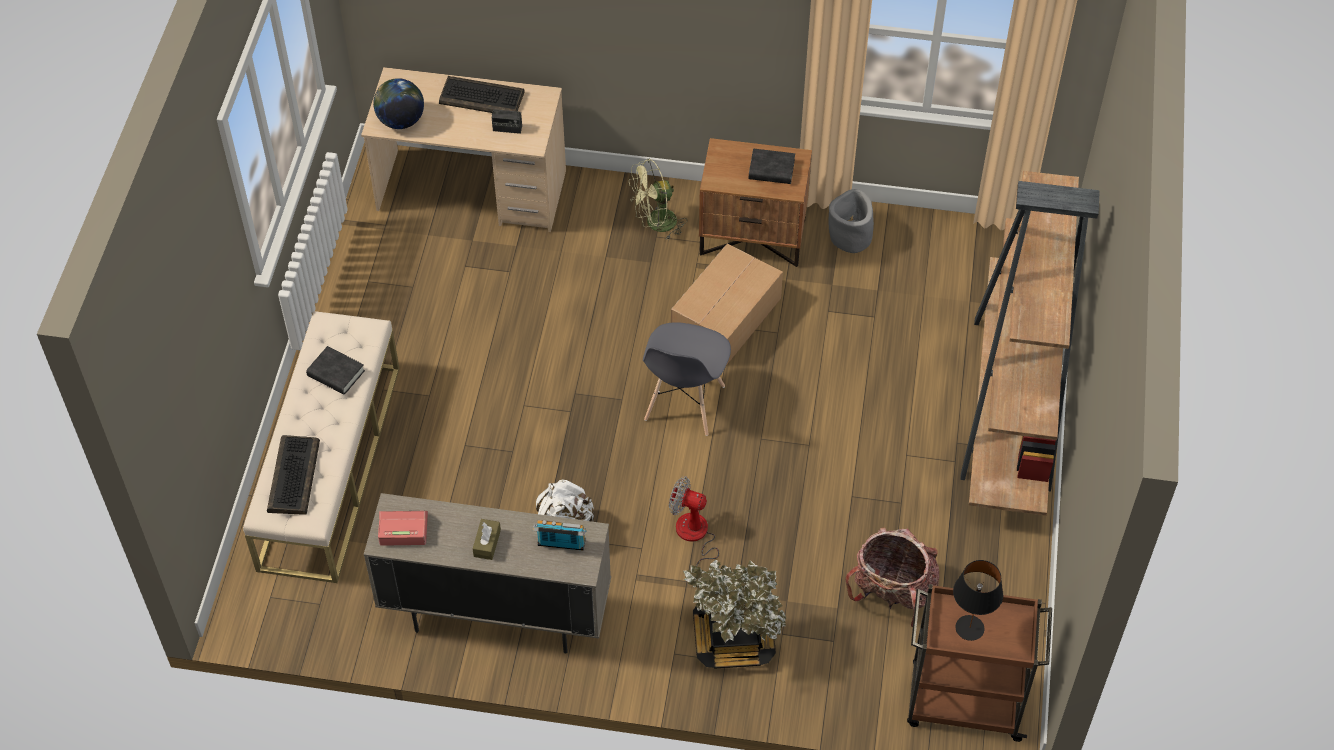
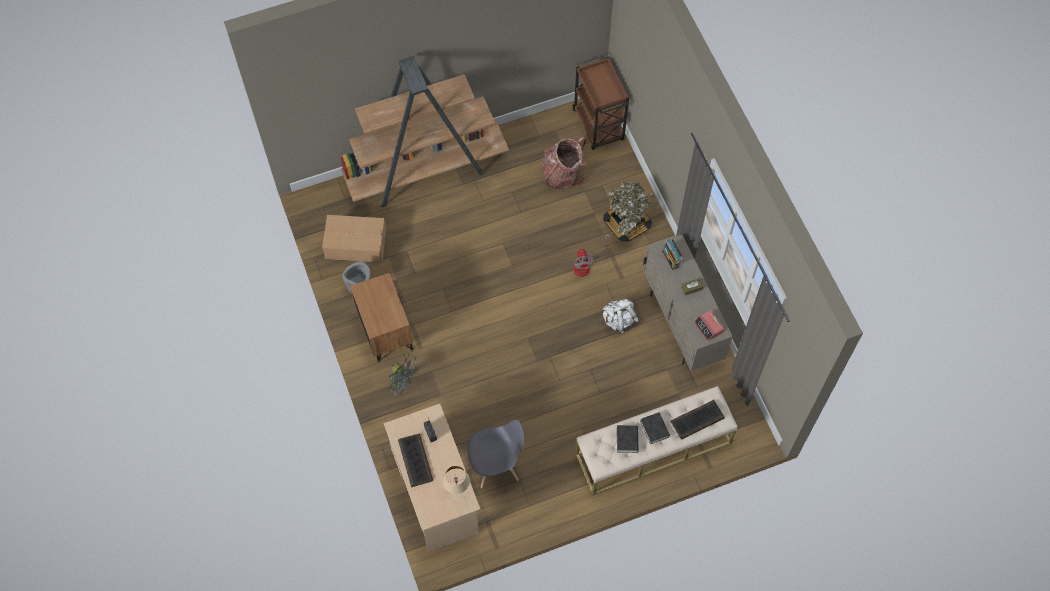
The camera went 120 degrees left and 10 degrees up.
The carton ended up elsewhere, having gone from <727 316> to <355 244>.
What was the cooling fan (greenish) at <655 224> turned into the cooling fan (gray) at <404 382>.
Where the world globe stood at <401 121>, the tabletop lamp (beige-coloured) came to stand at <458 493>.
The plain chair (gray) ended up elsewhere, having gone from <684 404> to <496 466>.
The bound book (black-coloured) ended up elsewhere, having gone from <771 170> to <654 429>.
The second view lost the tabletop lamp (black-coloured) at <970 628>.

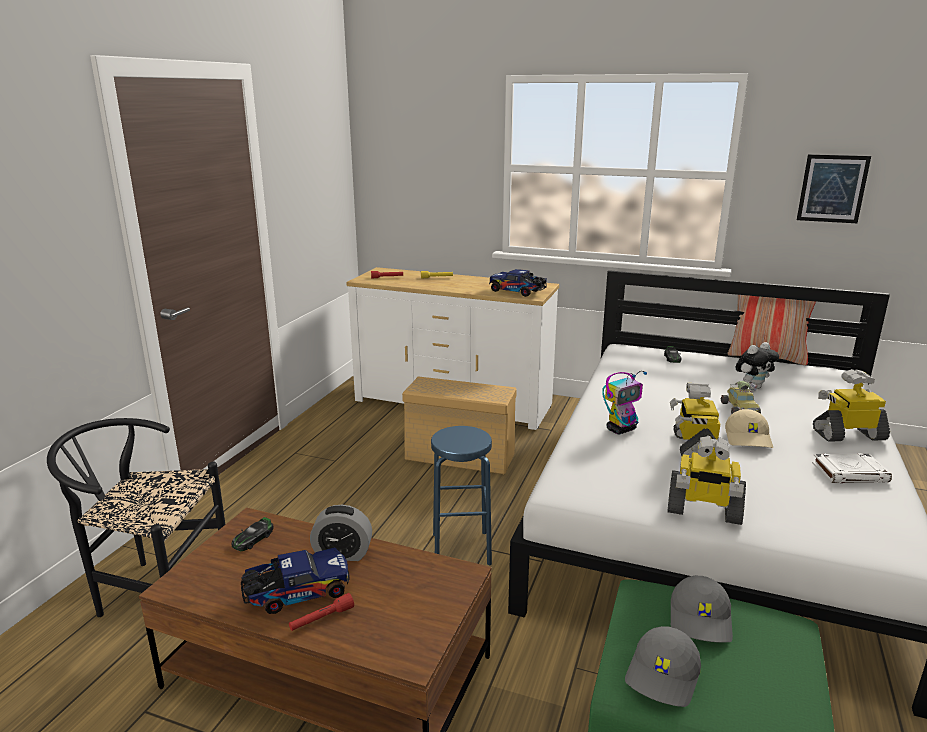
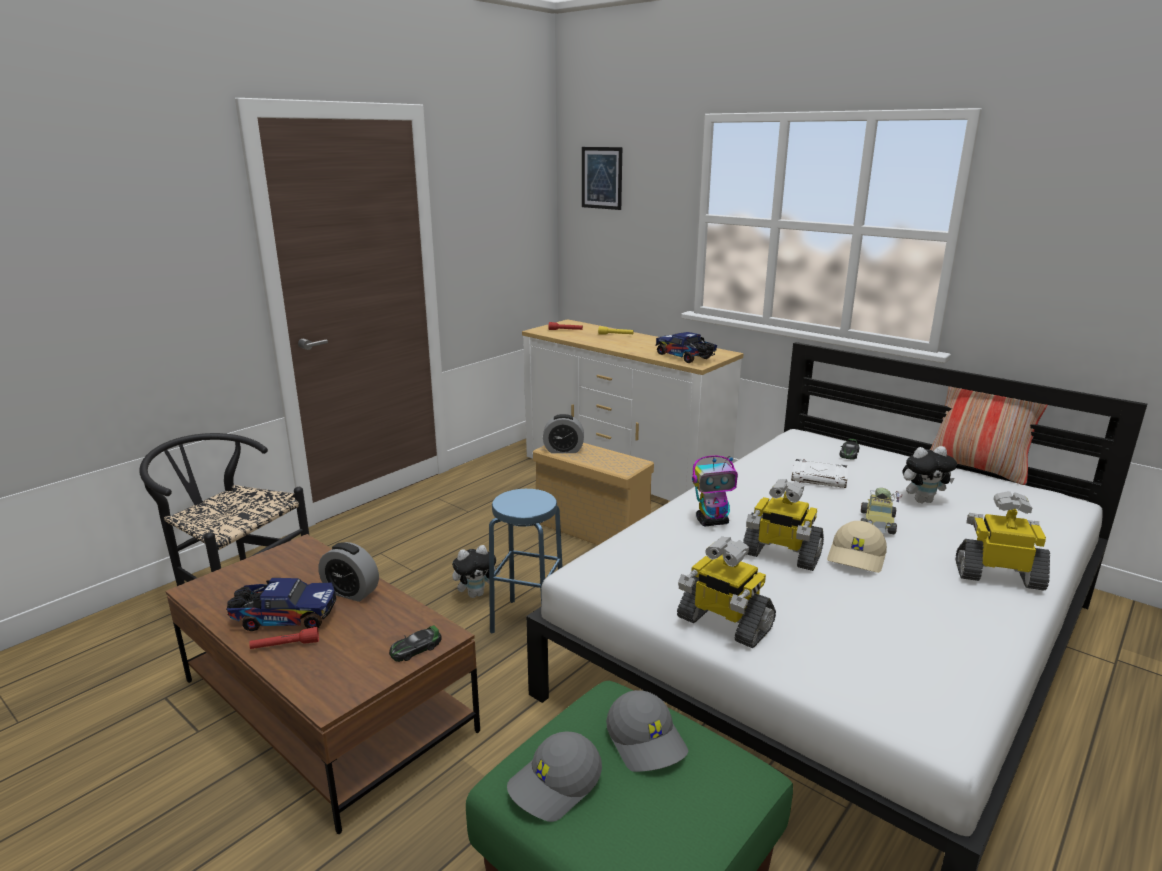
The camera went 20 degrees right and 0 degrees up.
The toy car ended up elsewhere, having gone from <253 539> to <416 648>.
The second view gained the soft toy at <476 594>.
The second view gained the bedside clock at <563 450>.
The wall art ended up elsewhere, having gone from <832 188> to <601 178>.
The cap (gray) at <701 620> ended up facing another way, 60 degrees counterclockwise from before.
The toy robot at <694 447> ended up facing another way, 90 degrees counterclockwise from before.
The bound book (whitish) ended up elsewhere, having gone from <850 473> to <819 478>.

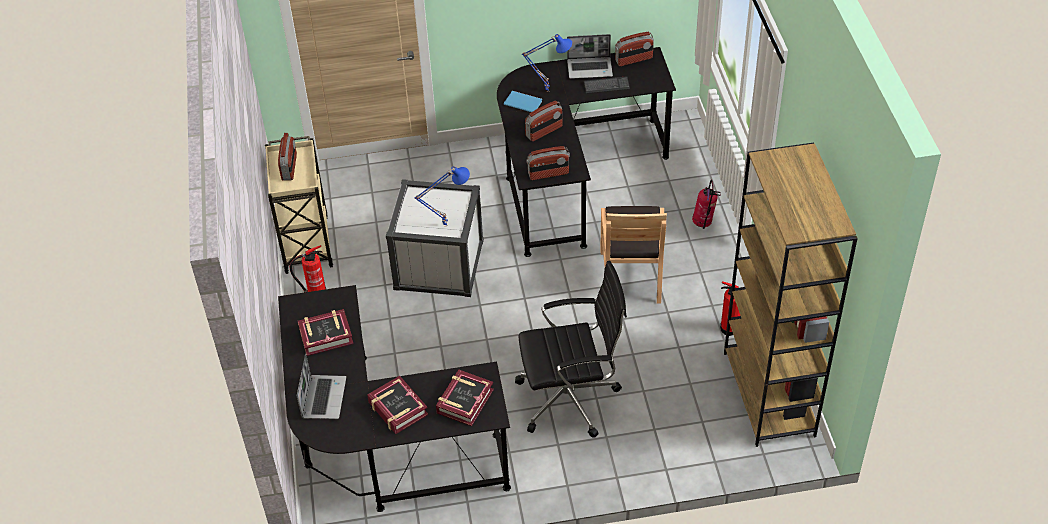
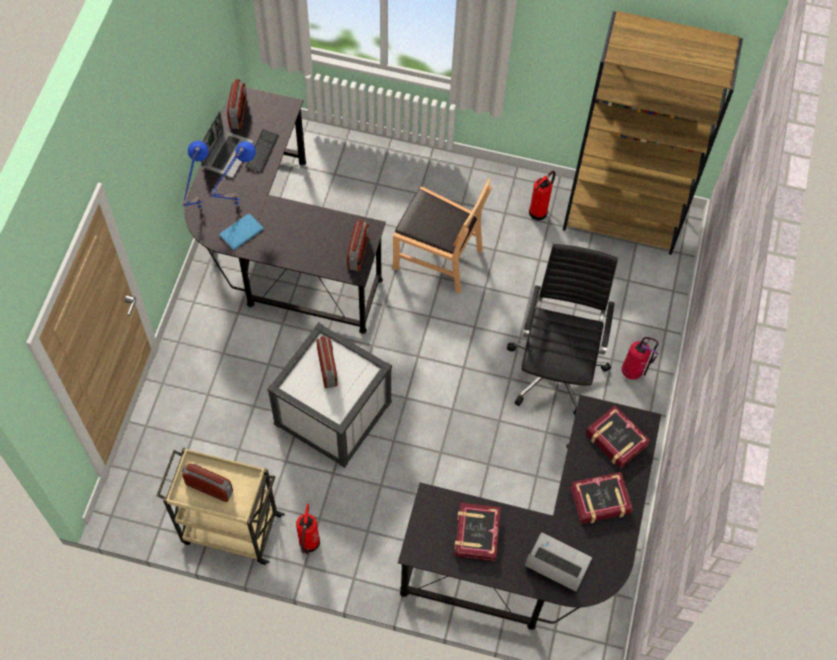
The camera went 70 degrees left and 15 degrees up.
The tabletop lamp (blue) ended up elsewhere, having gone from <445 225> to <199 207>.
The radio receiver ended up elsewhere, having gone from <544 131> to <328 368>.
The fire extinguisher ended up elsewhere, having gone from <703 224> to <633 371>.

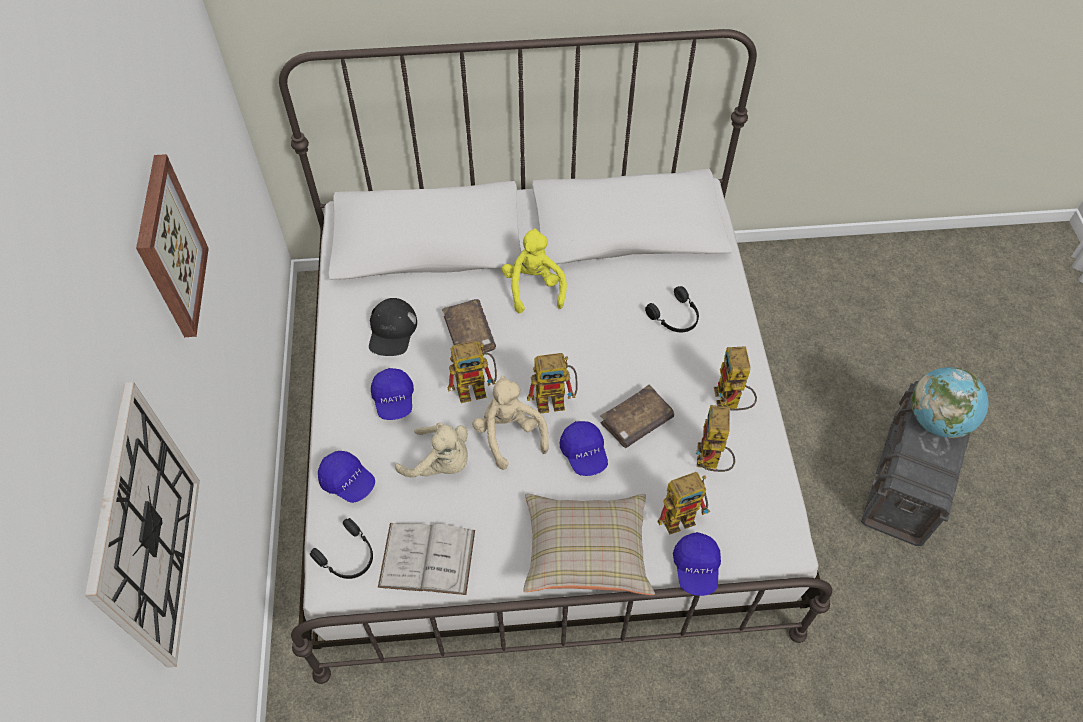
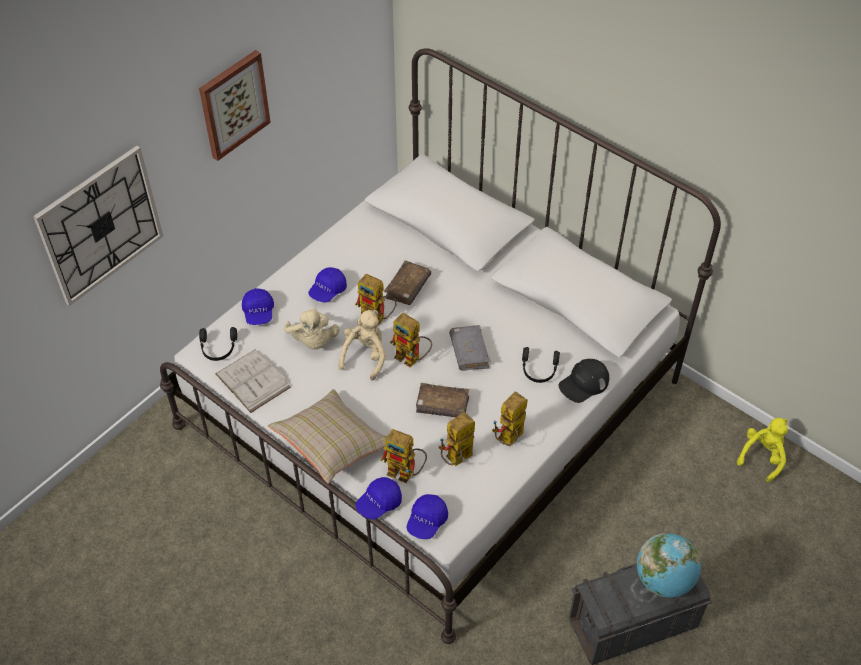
The camera went 45 degrees right and 5 degrees down.
The cap (blue) ended up elsewhere, having gone from <584 453> to <427 521>.
The second view gained the bound book (gray) at <469 352>.
The cap (black-coloured) ended up elsewhere, having gone from <392 331> to <584 383>.
The soft toy (yellowish) ended up elsewhere, having gone from <534 287> to <762 456>.

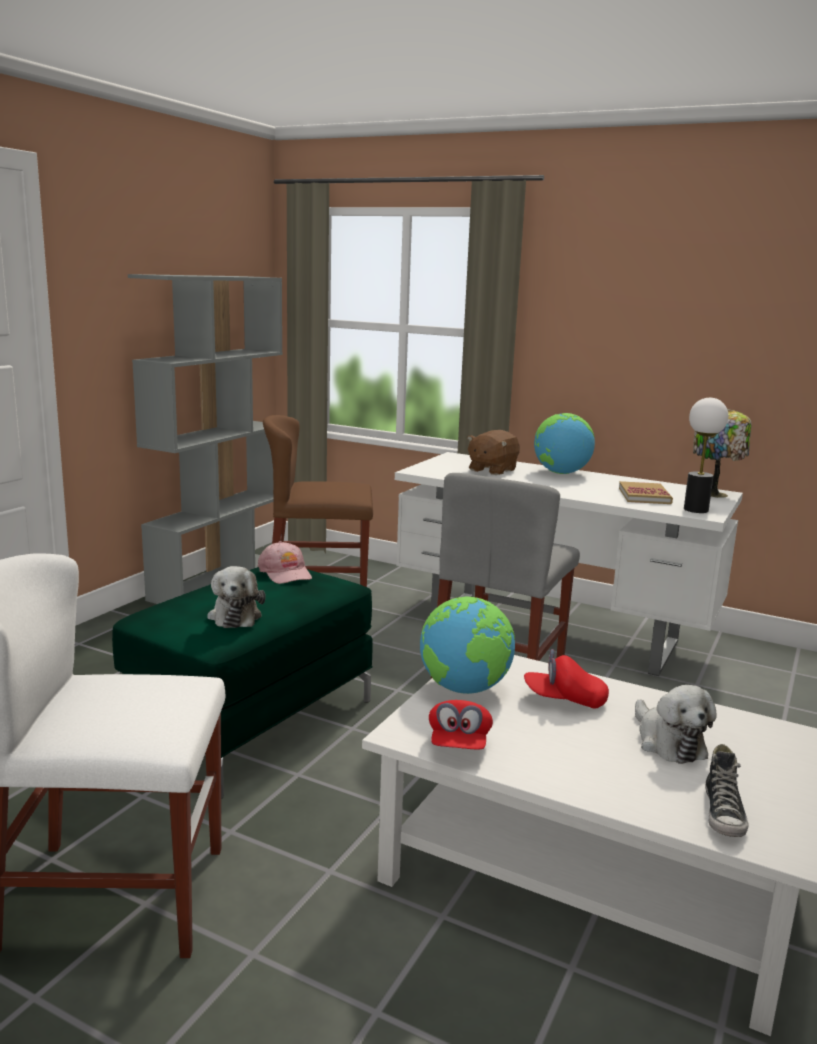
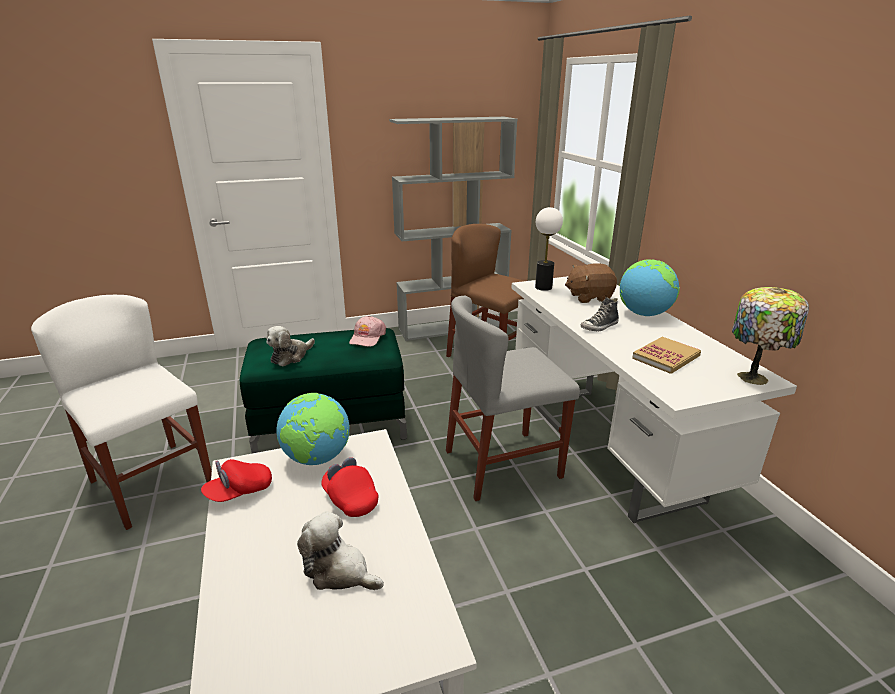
The camera went 45 degrees right and 10 degrees up.
The soft toy at <668 742> ended up facing another way, 90 degrees clockwise from before.
The tabletop lamp ended up elsewhere, having gone from <695 510> to <543 287>.
The shoe ended up elsewhere, having gone from <723 814> to <599 327>.

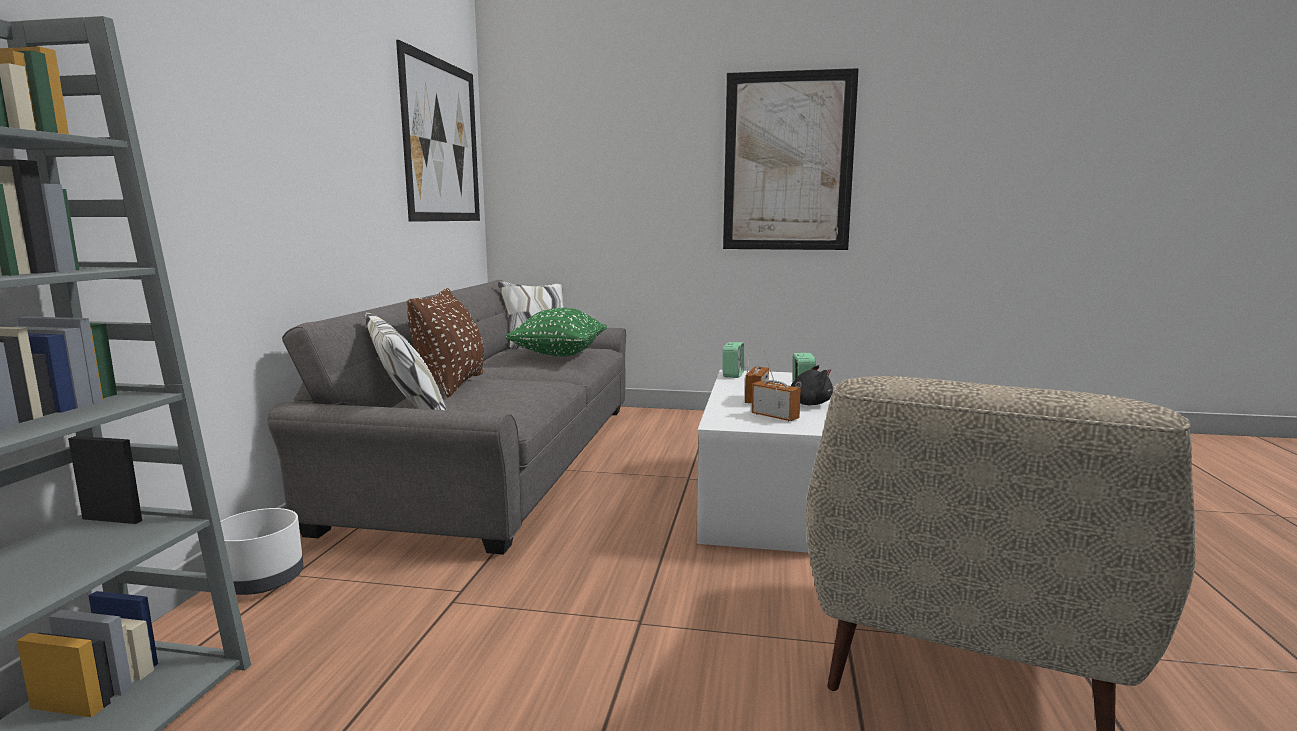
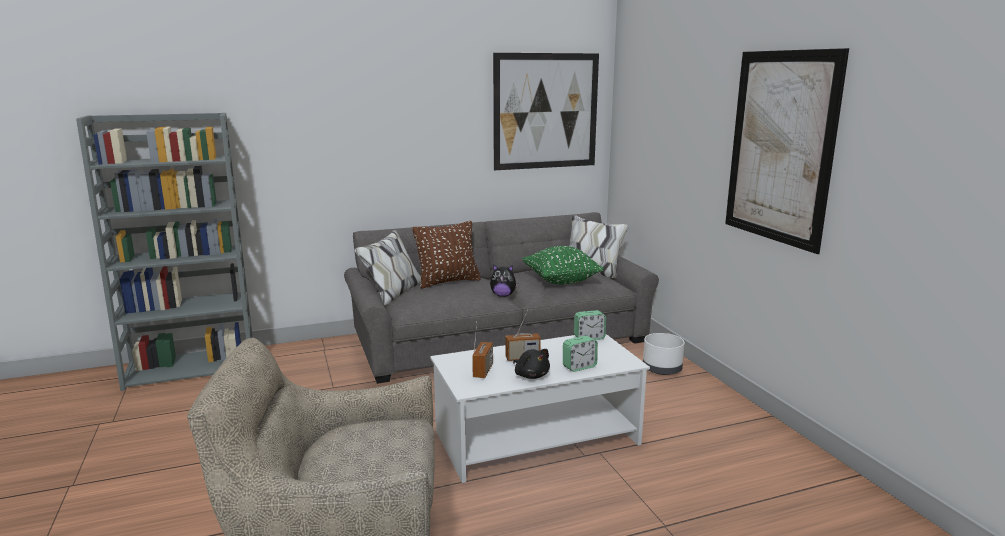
The camera went 60 degrees right and 5 degrees up.
The second view gained the soft toy at <503 295>.
The flower pot (whitish) ended up elsewhere, having gone from <261 581> to <662 369>.

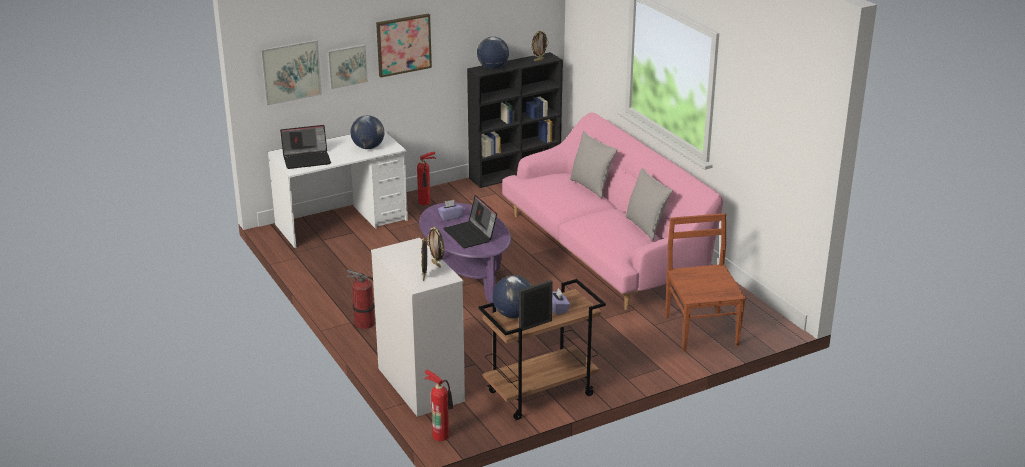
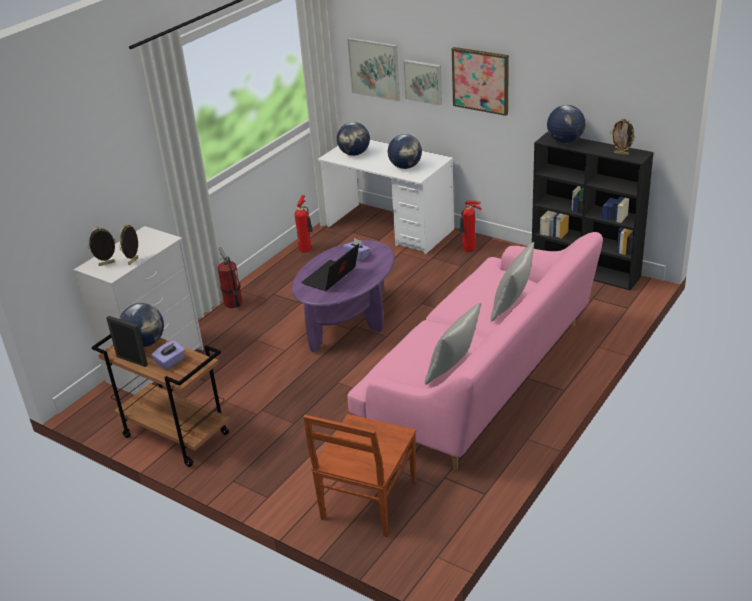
The camera went 65 degrees right and 5 degrees up.
The fire extinguisher ended up elsewhere, having gone from <441 434> to <306 249>.
The plain chair (brown) at <701 329> ended up facing another way, 150 degrees clockwise from before.
Where the laptop stood at <307 159>, the world globe came to stand at <354 154>.

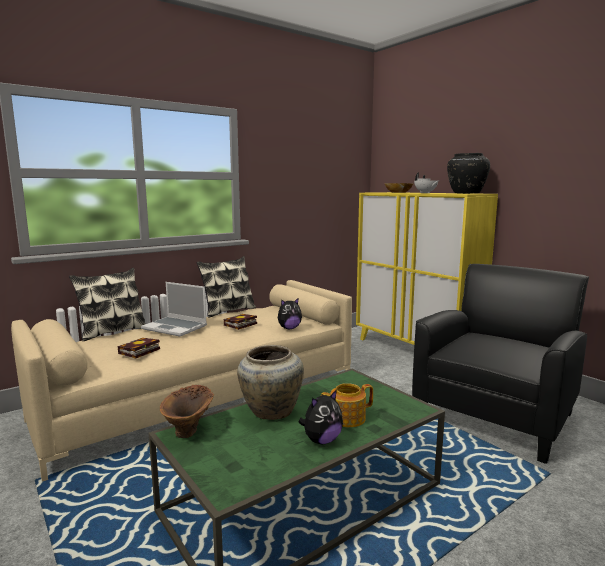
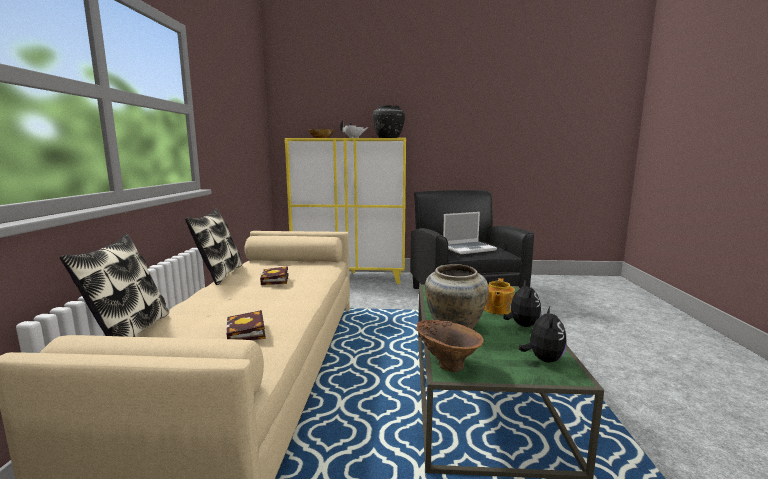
The camera went 50 degrees left and 0 degrees up.
The laptop ended up elsewhere, having gone from <175 327> to <469 248>.
The soft toy ended up elsewhere, having gone from <289 328> to <543 359>.

